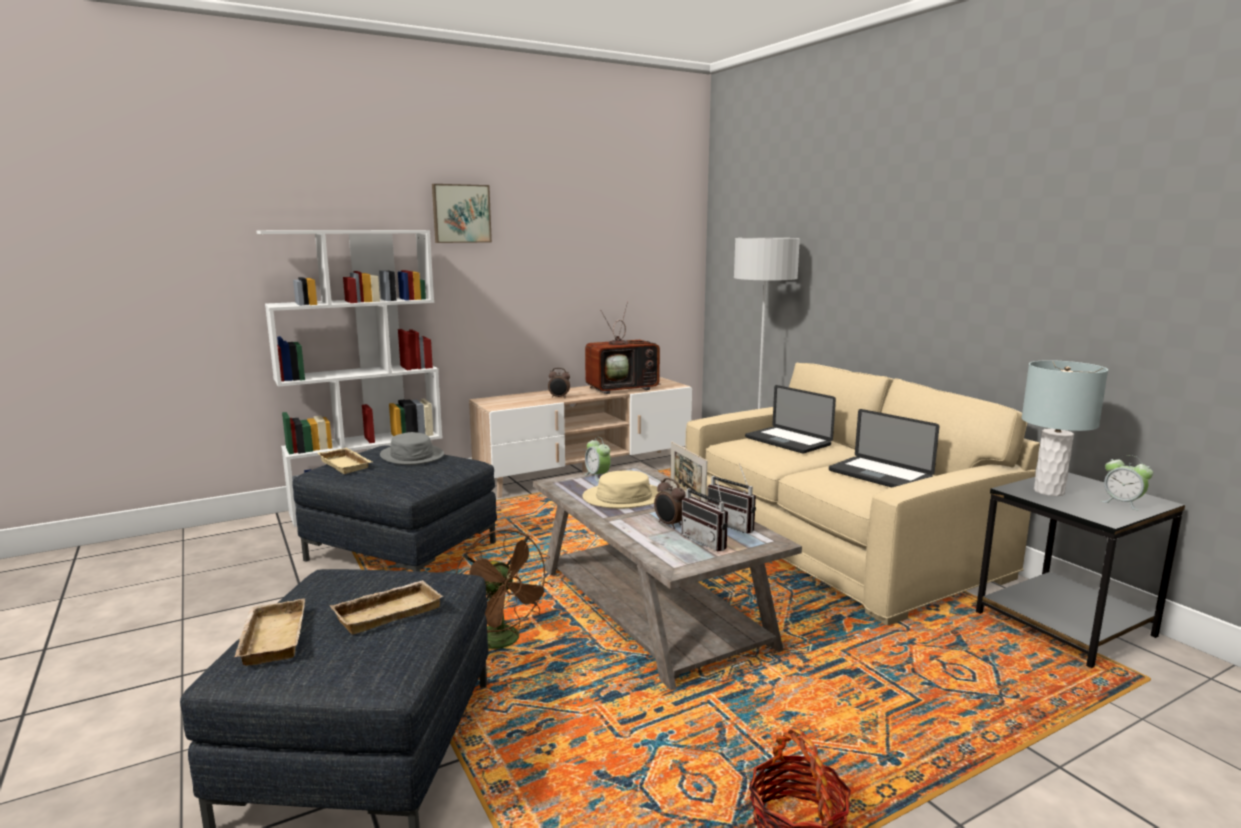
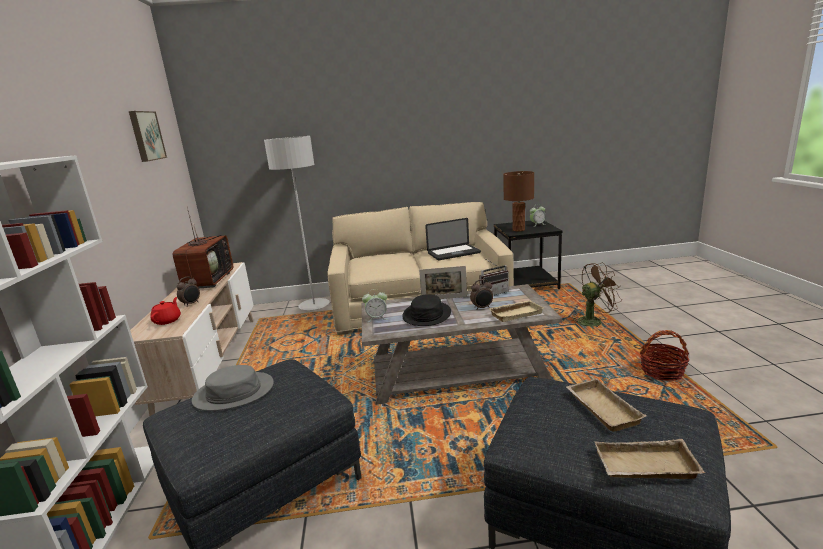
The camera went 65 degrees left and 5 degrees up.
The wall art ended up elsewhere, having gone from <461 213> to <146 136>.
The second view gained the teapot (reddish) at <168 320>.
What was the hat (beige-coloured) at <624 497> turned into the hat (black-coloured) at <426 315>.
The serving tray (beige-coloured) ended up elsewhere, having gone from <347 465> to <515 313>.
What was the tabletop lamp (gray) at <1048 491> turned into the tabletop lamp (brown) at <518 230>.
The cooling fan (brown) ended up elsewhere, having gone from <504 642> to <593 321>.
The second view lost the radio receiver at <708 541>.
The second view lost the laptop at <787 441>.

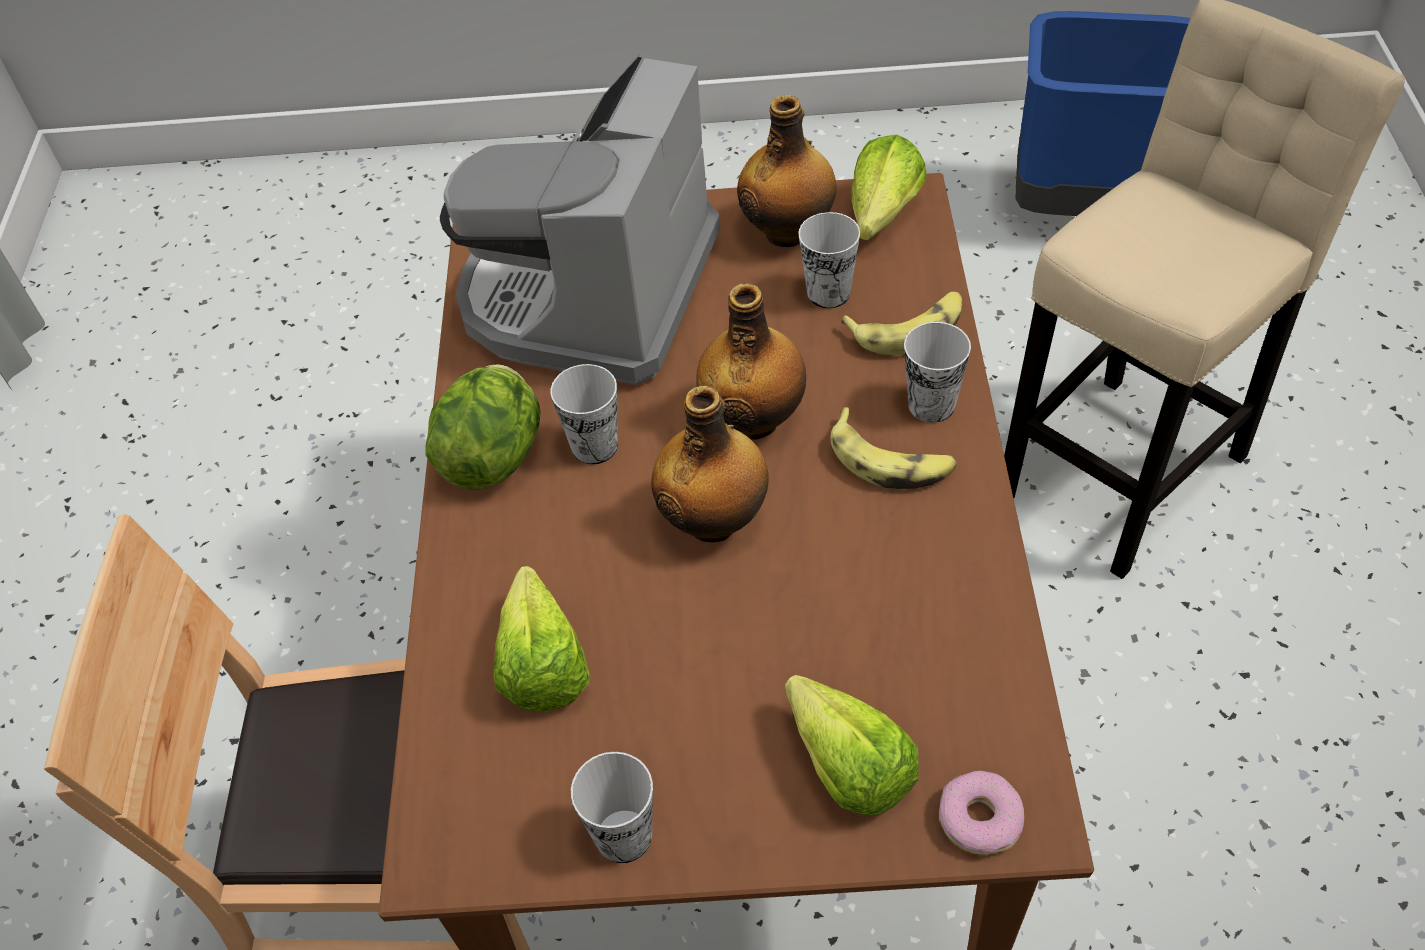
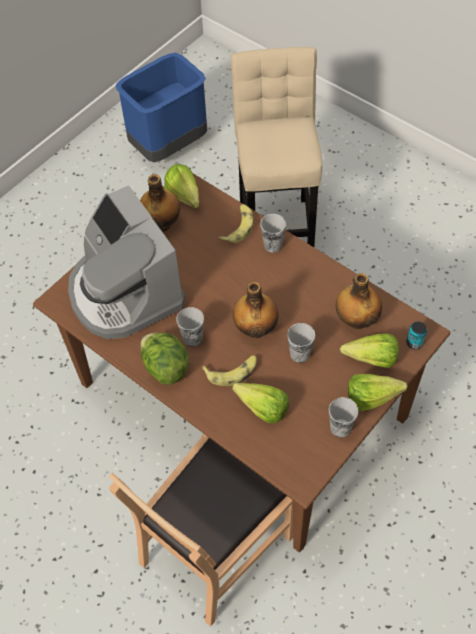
The camera went 50 degrees left and 5 degrees up.
The banana ended up elsewhere, having gone from <891 460> to <232 372>.
The drinking cup ended up elsewhere, having gone from <828 293> to <300 354>.
The beverage bottle ended up elsewhere, having gone from <754 418> to <356 319>.
The second view gained the lettuce head at <376 399>.
Where the doughnut stood at <980 819>, the can came to stand at <414 343>.

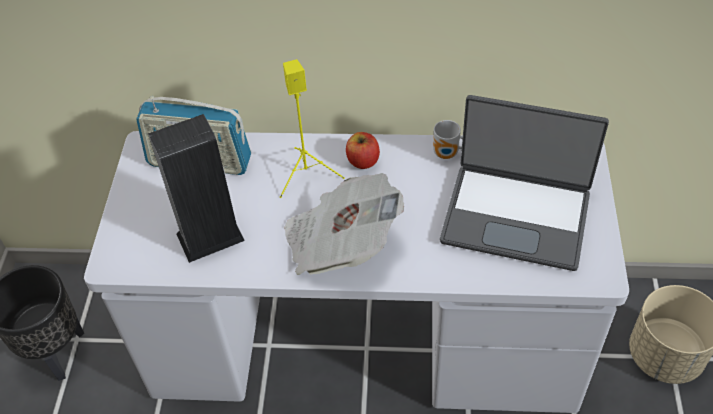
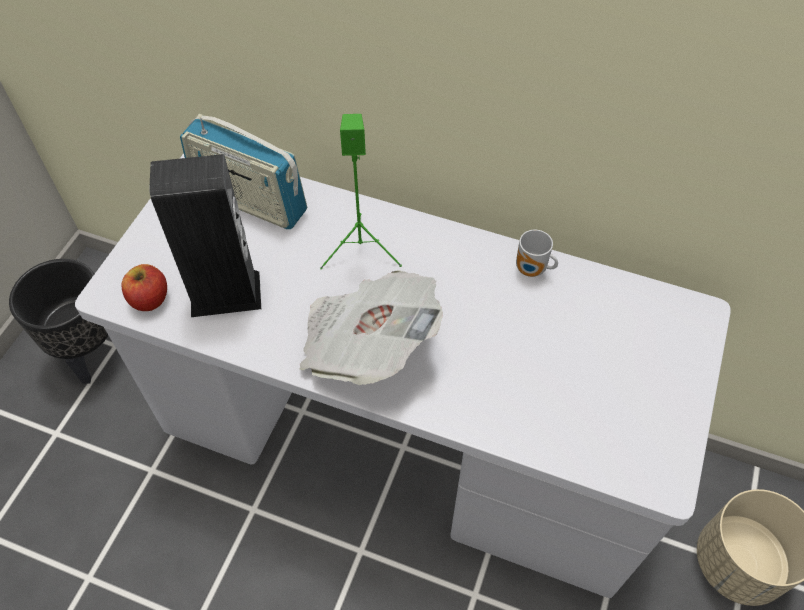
The camera went 15 degrees right and 5 degrees up.
The apple fruit ended up elsewhere, having gone from <363 161> to <149 299>.
What was the loudspeaker (yellowish) at <307 173> turned into the loudspeaker (greenish) at <361 249>.
The second view lost the laptop at <516 215>.

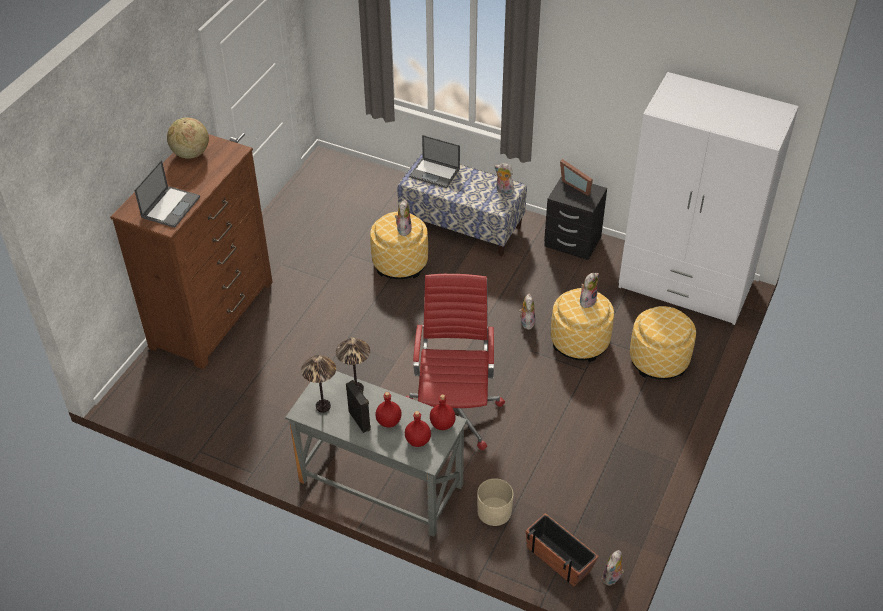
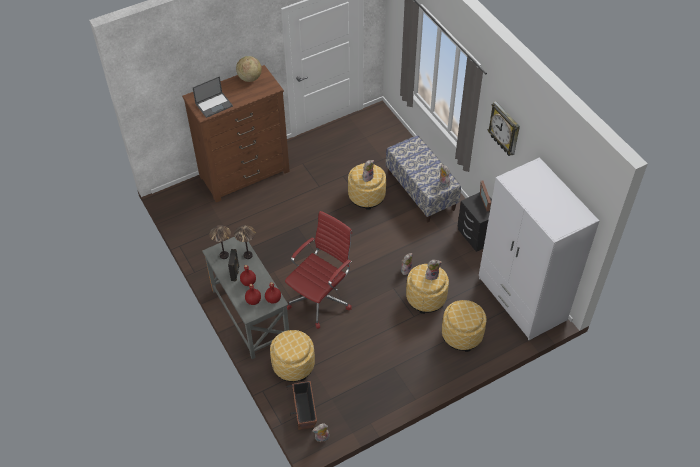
The camera went 35 degrees right and 5 degrees up.
Where the flower pot (beige-coloured) stood at <494 512>, the ottoman came to stand at <293 365>.
The second view gained the wall clock at <505 129>.
The second view lost the laptop at <435 173>.

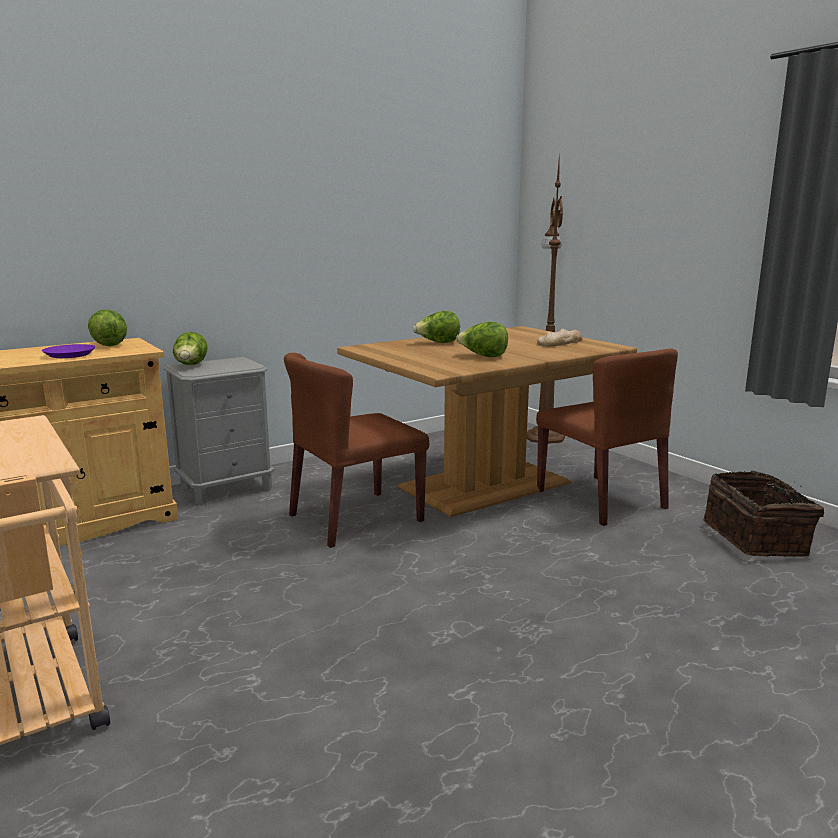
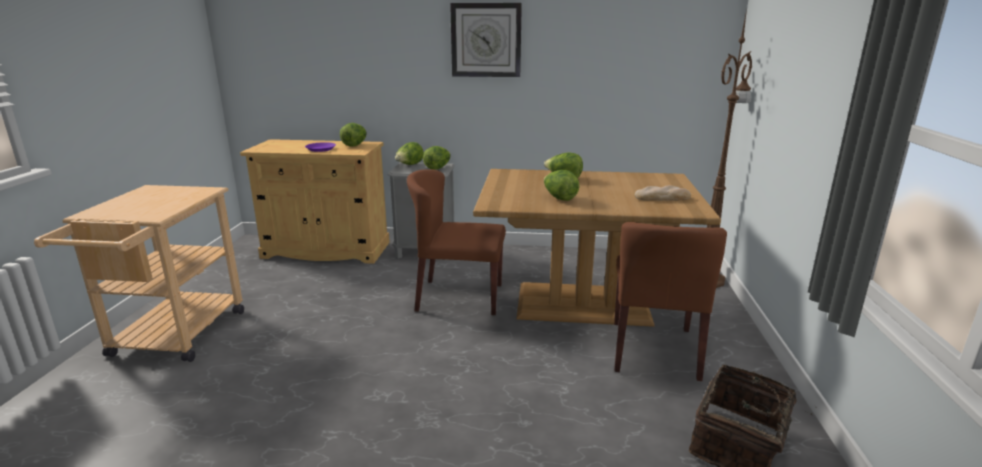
The camera went 40 degrees right and 5 degrees up.
The second view gained the lettuce head at <438 168>.
The second view gained the wall clock at <486 40>.

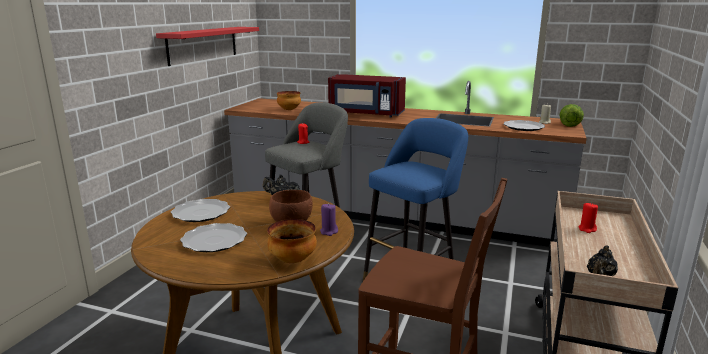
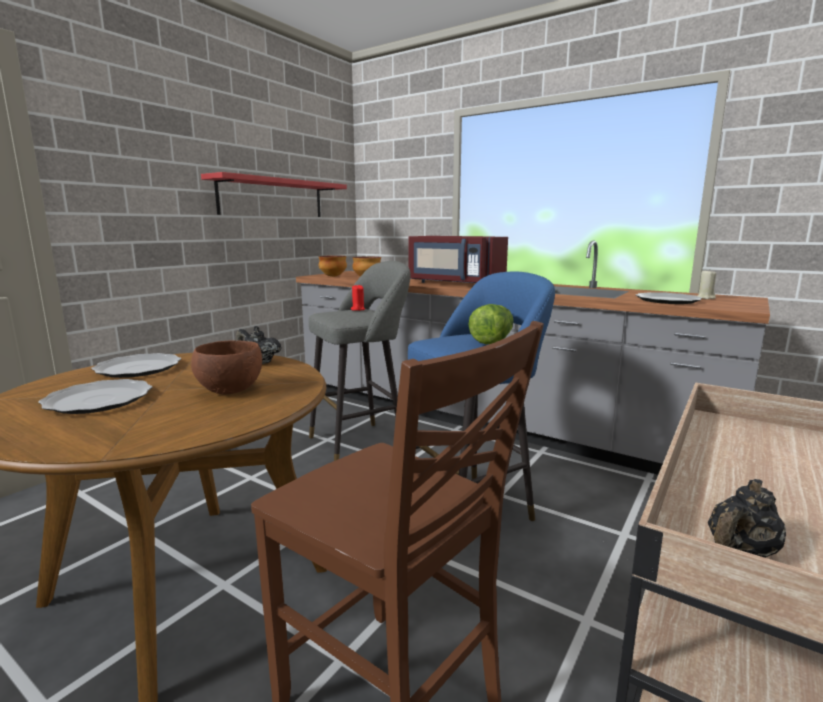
The camera went 15 degrees right and 5 degrees down.
The deep dish ended up elsewhere, having gone from <293 260> to <333 276>.
The lettuce head ended up elsewhere, having gone from <569 124> to <492 341>.
The second view lost the candle (purple) at <329 231>.
The second view lost the candle (reddish) at <587 229>.

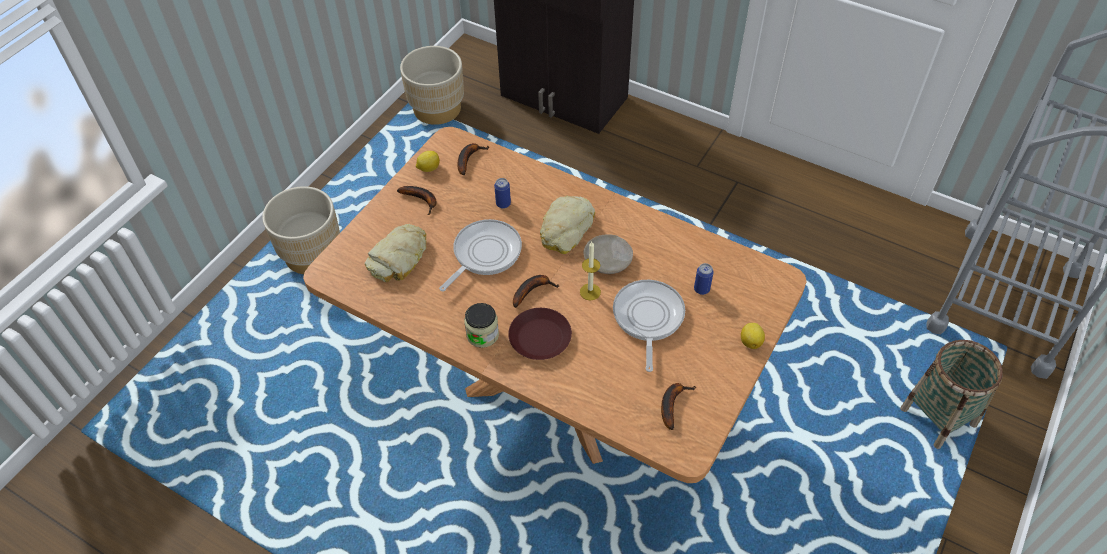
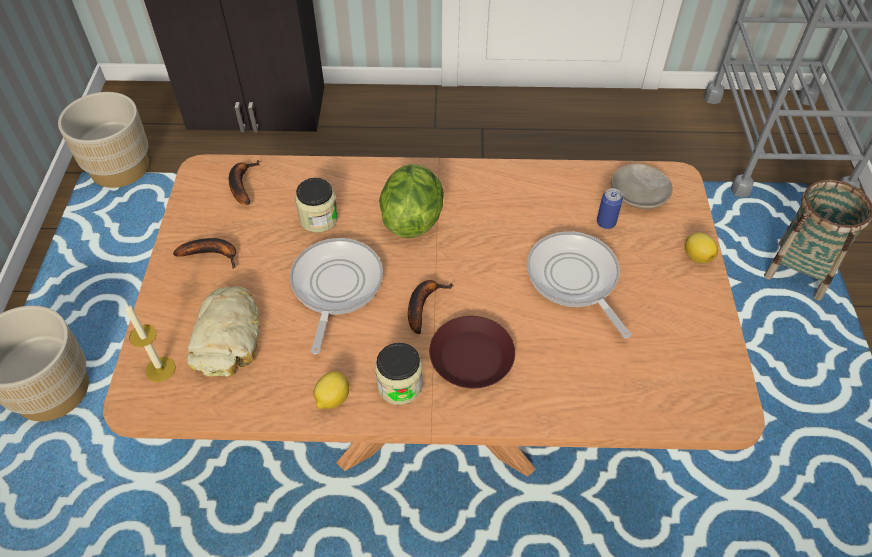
The camera went 30 degrees left and 0 degrees up.
The candle ended up elsewhere, having gone from <590 292> to <160 369>.
Where the can stood at <503 204>, the jar came to stand at <319 219>.
The whole lemon ended up elsewhere, having gone from <428 168> to <332 399>.
Where the bread stood at <565 229>, the lettuce head came to stand at <412 218>.
The dinner plate (beige-coloured) ended up elsewhere, having gone from <608 260> to <639 194>.
The second view lost the banana at <672 404>.

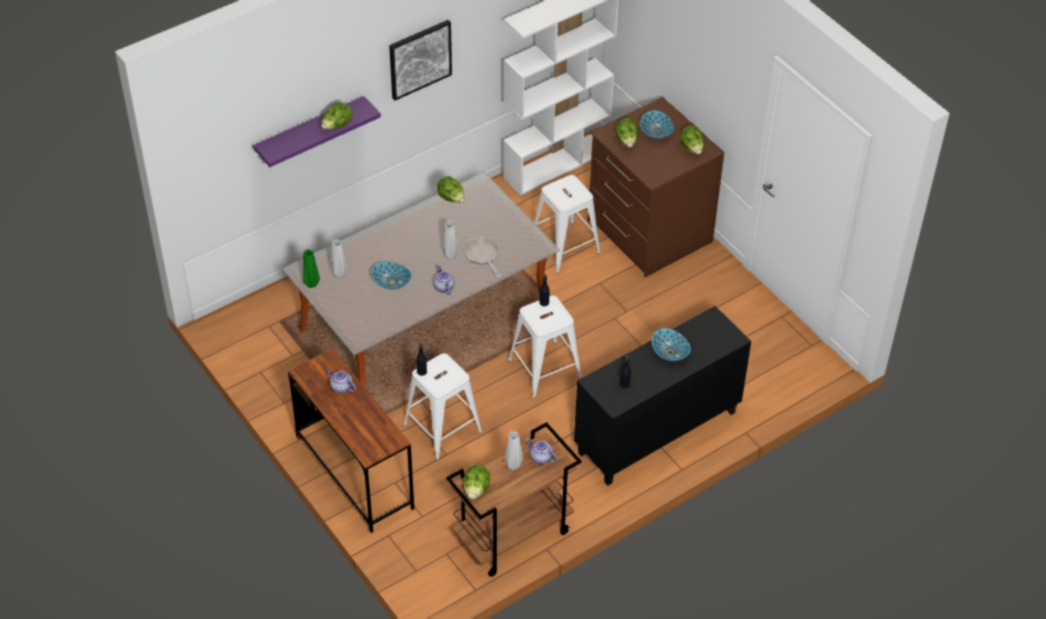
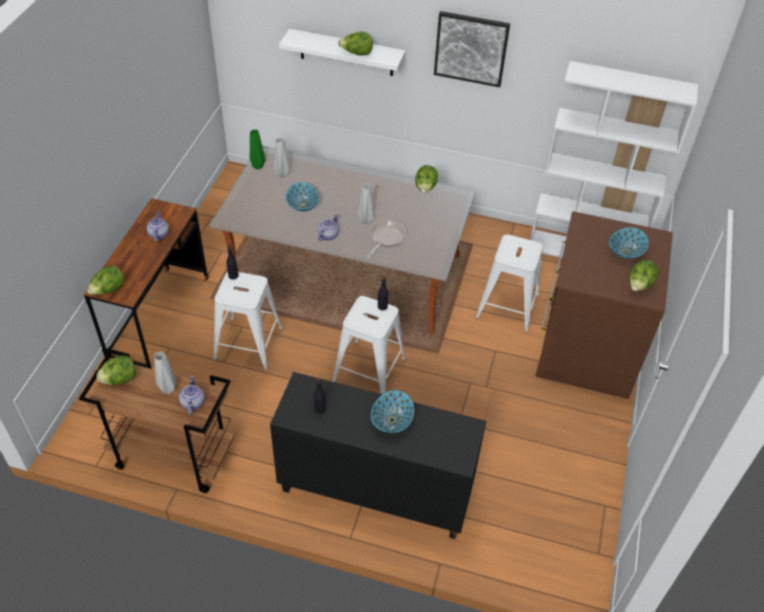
The camera went 50 degrees right and 0 degrees up.
The lettuce head ended up elsewhere, having gone from <627 141> to <109 290>.
What was the bracket shelf (purple) at <310 132> turned into the bracket shelf (whitish) at <346 53>.

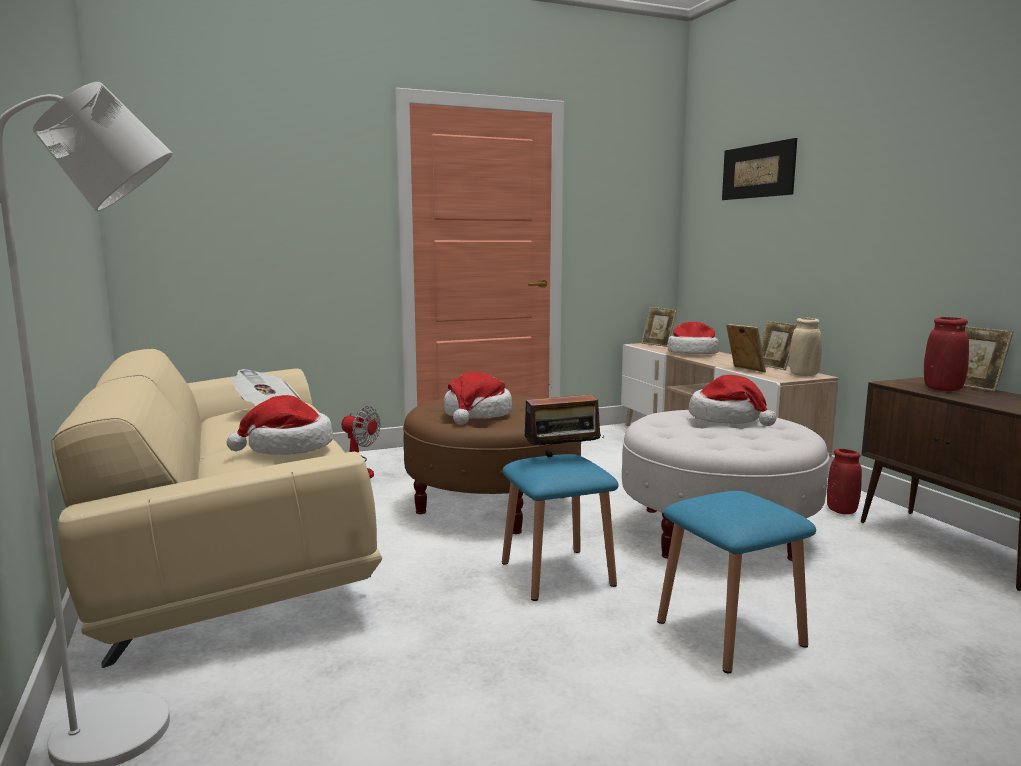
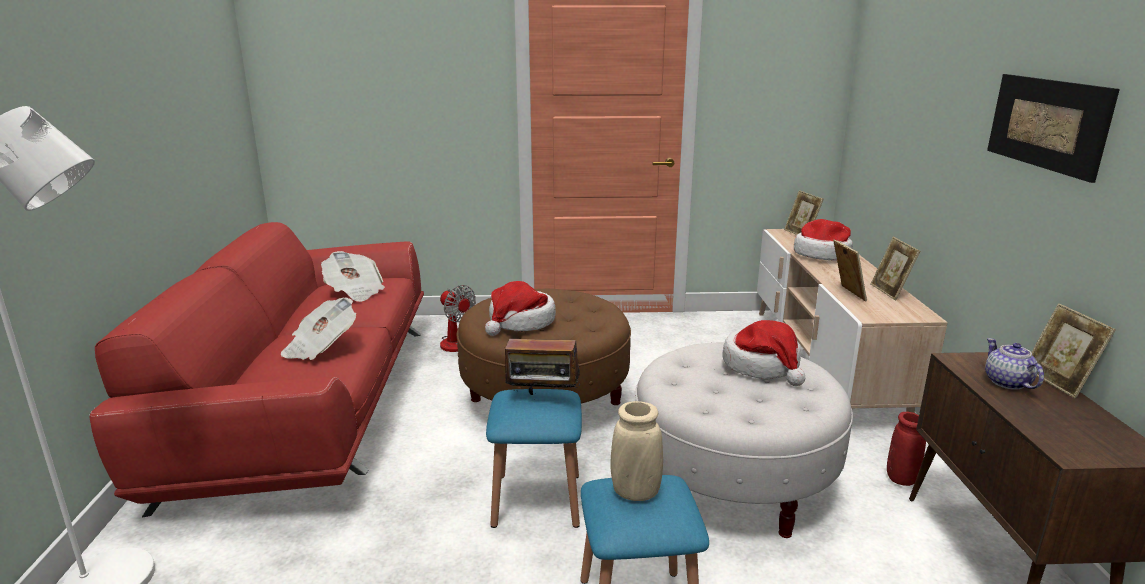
The camera went 20 degrees right and 10 degrees up.
What was the settee (beige-coloured) at <231 541> turned into the settee (reddish) at <308 405>.
Where the hat stood at <288 447>, the newspaper came to stand at <320 347>.
The vase (beige-coloured) ended up elsewhere, having gone from <803 375> to <635 492>.
Where the vase (reddish) stood at <942 389>, the teapot came to stand at <1007 383>.
The wall art ended up elsewhere, having gone from <758 171> to <1047 123>.

